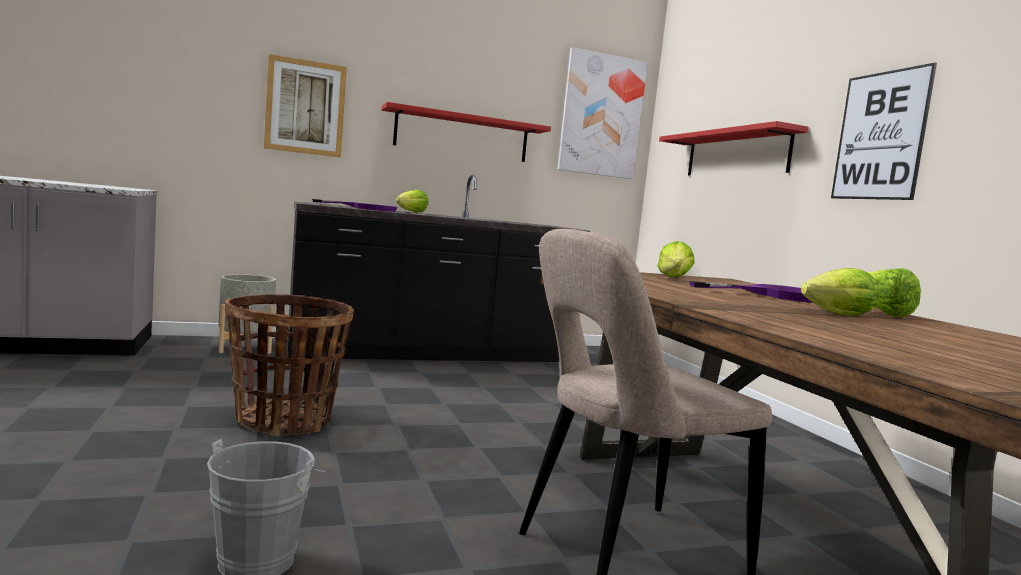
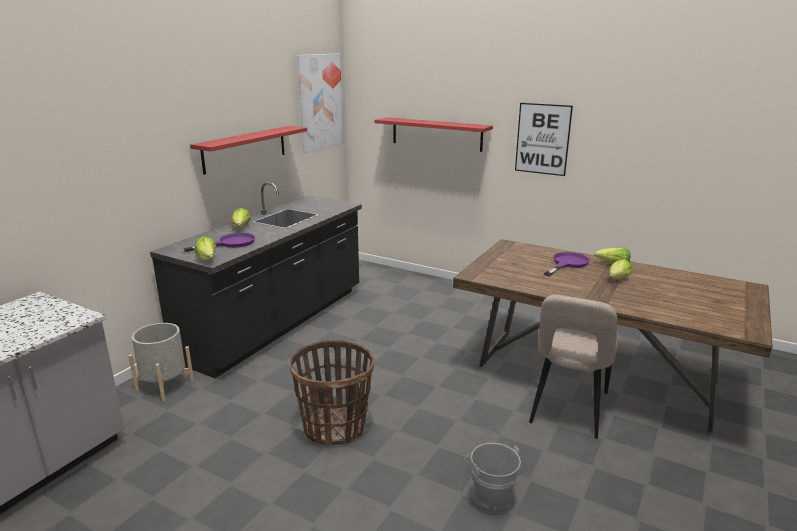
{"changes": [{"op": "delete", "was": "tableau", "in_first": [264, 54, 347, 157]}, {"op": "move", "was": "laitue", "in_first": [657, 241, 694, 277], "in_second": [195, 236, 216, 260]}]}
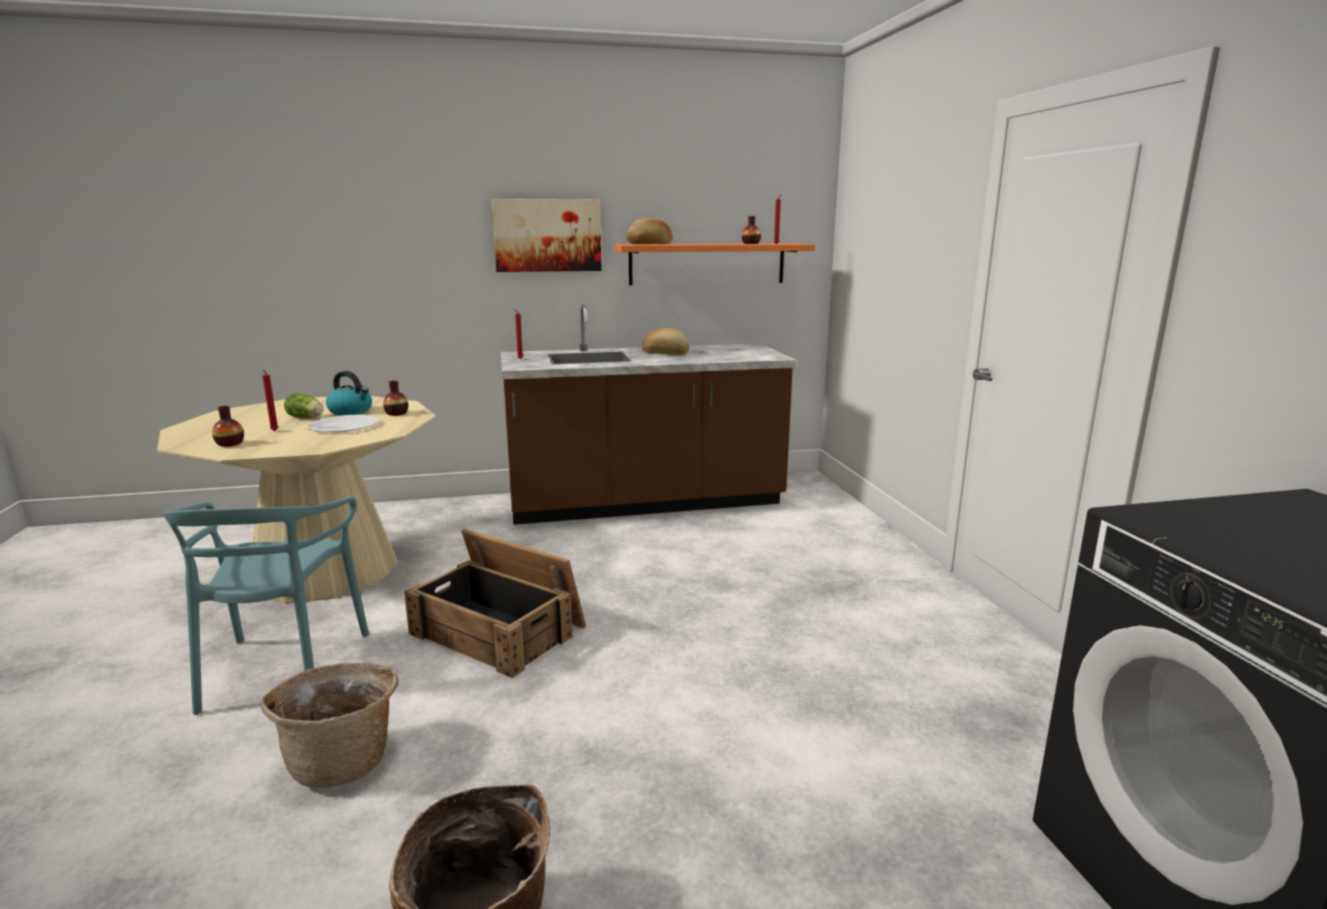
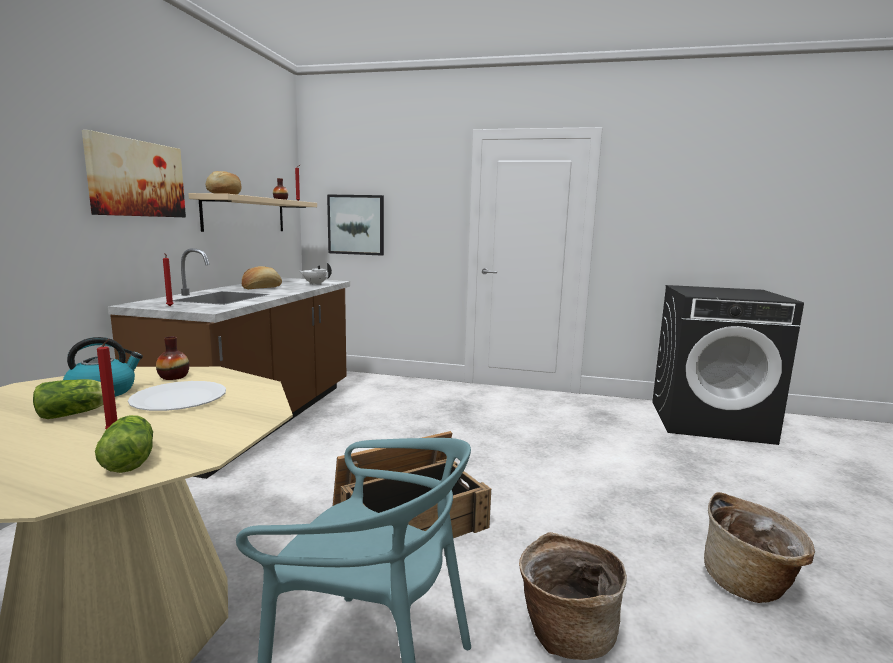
{"changes": [{"op": "replace", "was": "vase", "now": "laitue", "in_first": [212, 406, 244, 447], "in_second": [95, 415, 153, 473]}, {"op": "recolor", "was": "étagère/orange", "now": "étagère/beige", "in_first": [614, 244, 815, 285], "in_second": [188, 193, 317, 232]}, {"op": "insert", "now": "théière/blanc", "in_second": [298, 263, 332, 285]}, {"op": "insert", "now": "tableau", "in_second": [327, 195, 384, 256]}]}
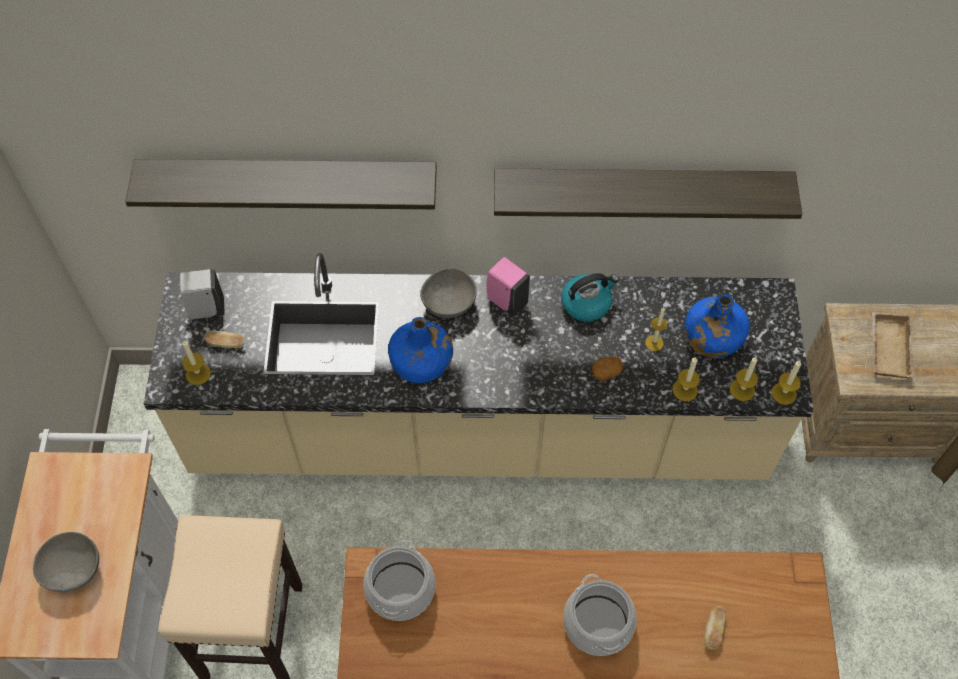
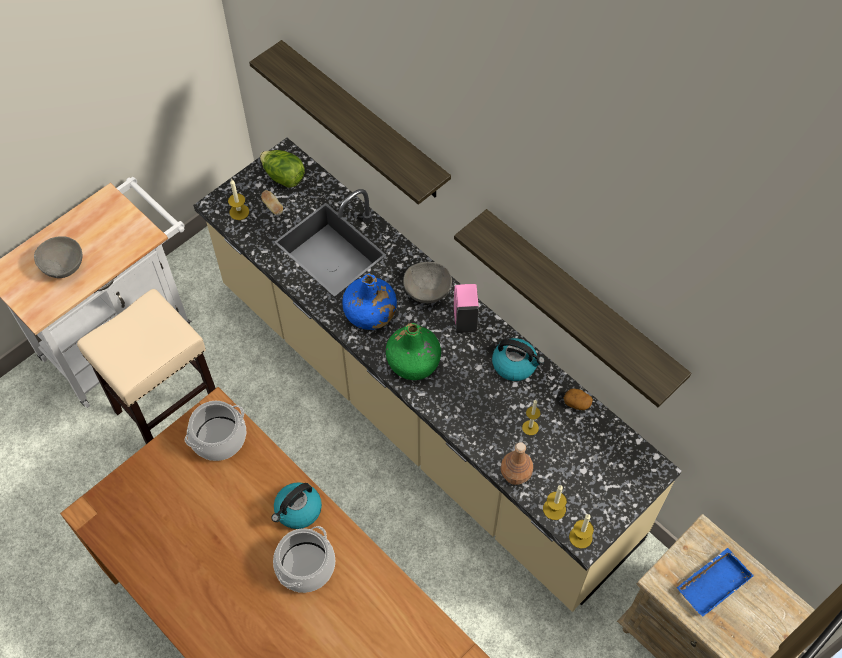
{"changes": [{"op": "replace", "was": "distributeur de savon/blanc", "now": "laitue", "in_first": [180, 269, 225, 319], "in_second": [260, 150, 305, 188]}, {"op": "move", "was": "pomme de terre", "in_first": [592, 356, 623, 381], "in_second": [564, 389, 593, 410]}, {"op": "replace", "was": "bougie", "now": "bouteille/marron", "in_first": [673, 357, 700, 401], "in_second": [501, 442, 533, 485]}, {"op": "delete", "was": "bouteille/bleu", "in_first": [685, 293, 750, 358]}, {"op": "delete", "was": "pain", "in_first": [704, 606, 726, 650]}, {"op": "recolor", "was": "plateau/beige", "now": "plateau/bleu", "in_first": [872, 312, 914, 378], "in_second": [677, 548, 754, 617]}, {"op": "insert", "now": "bouilloire", "in_second": [272, 482, 322, 529]}, {"op": "insert", "now": "bouteille/vert", "in_second": [386, 323, 441, 380]}]}
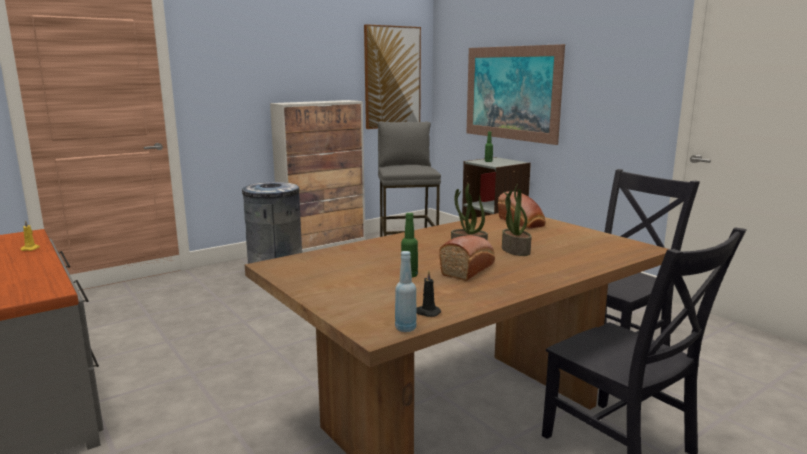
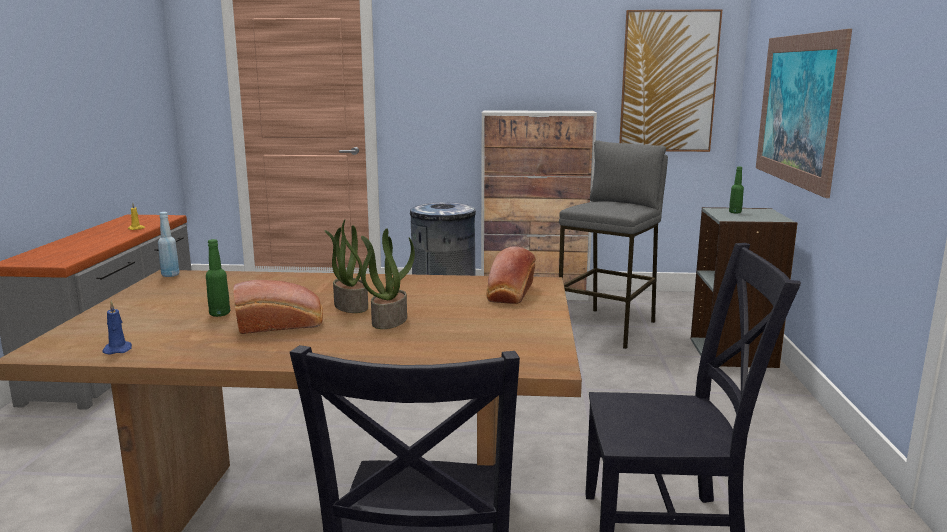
{"changes": [{"op": "move", "was": "bouteille/bleu", "in_first": [395, 251, 417, 332], "in_second": [158, 212, 179, 277]}, {"op": "recolor", "was": "bougie/noir", "now": "bougie/bleu", "in_first": [416, 271, 441, 317], "in_second": [102, 301, 132, 355]}]}
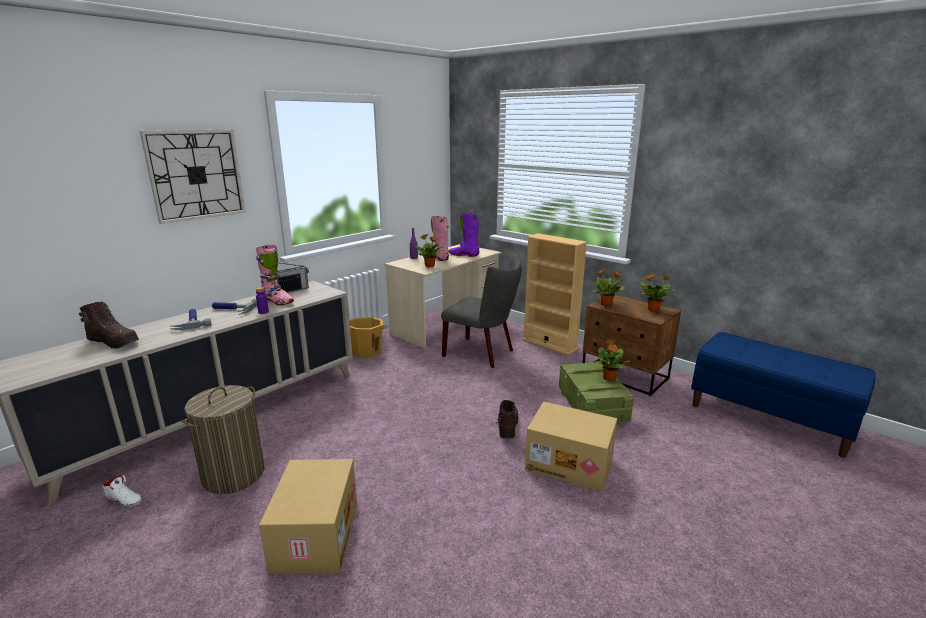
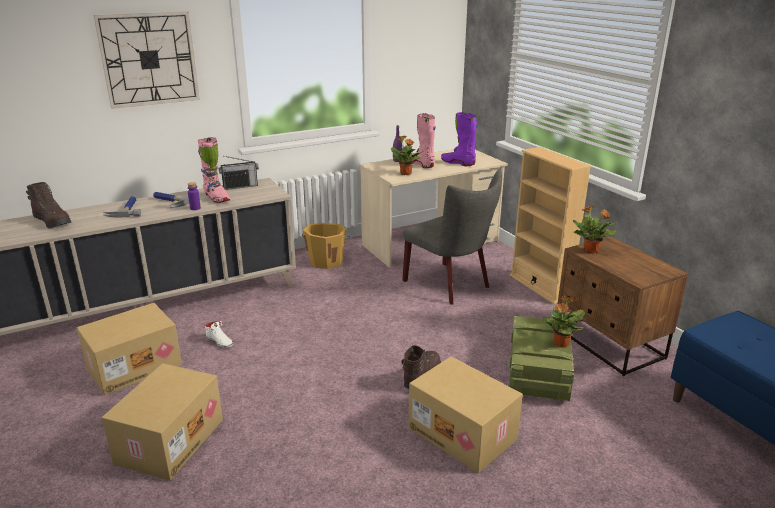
{"changes": [{"op": "move", "was": "chaussure/blanc", "in_first": [103, 475, 142, 507], "in_second": [205, 321, 233, 348]}, {"op": "replace", "was": "panier à linge", "now": "carton", "in_first": [181, 385, 265, 494], "in_second": [77, 303, 182, 395]}, {"op": "delete", "was": "plante en pot", "in_first": [640, 273, 674, 312]}]}
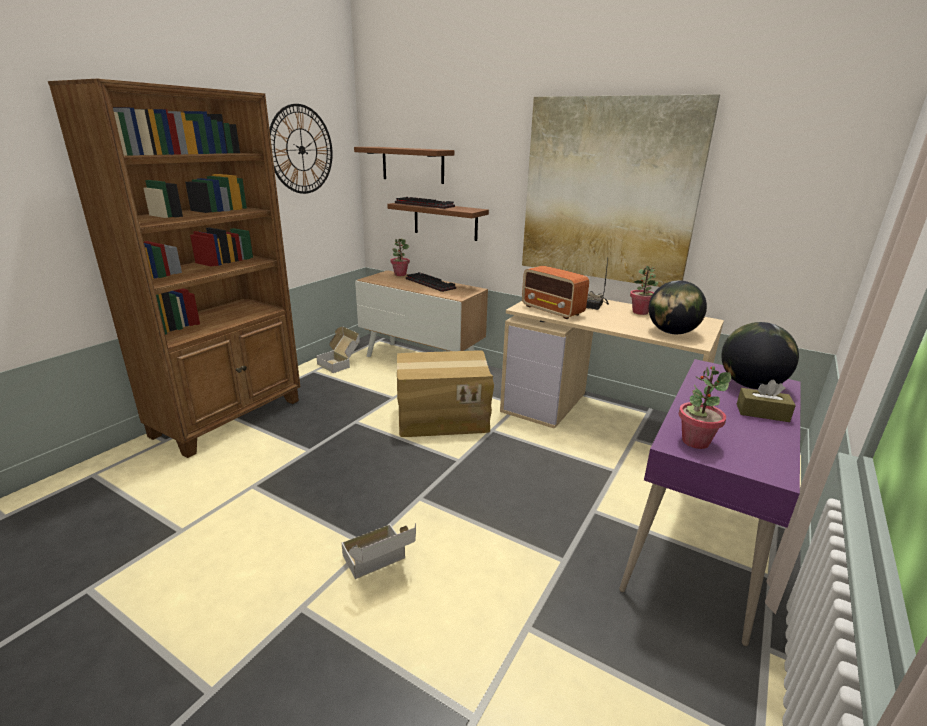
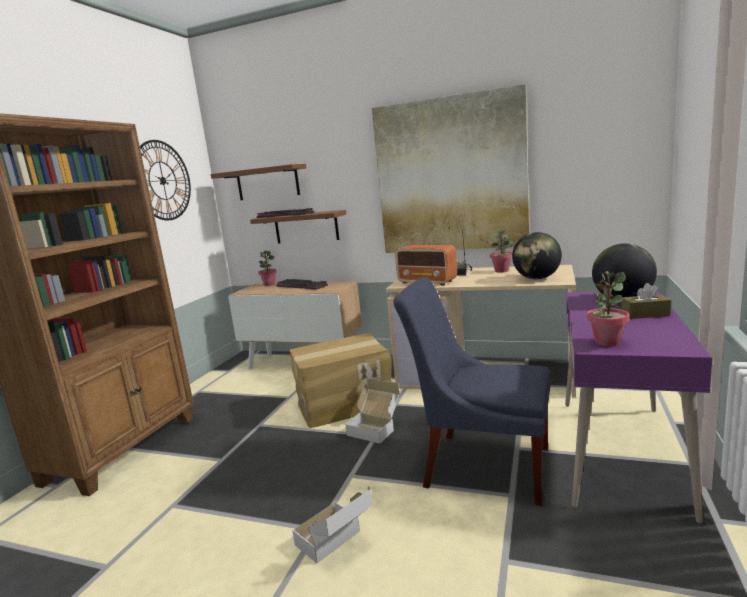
{"changes": [{"op": "move", "was": "carton", "in_first": [316, 327, 360, 373], "in_second": [345, 378, 400, 444]}, {"op": "insert", "now": "chaise/bleu", "in_second": [394, 277, 550, 506]}]}
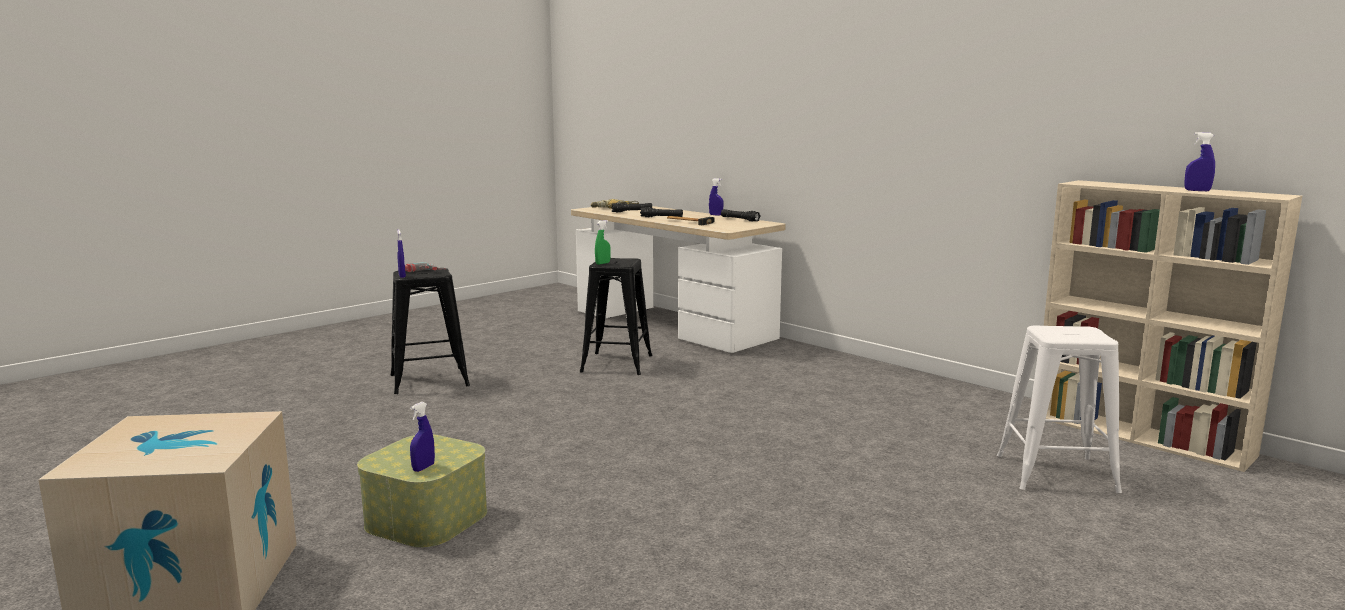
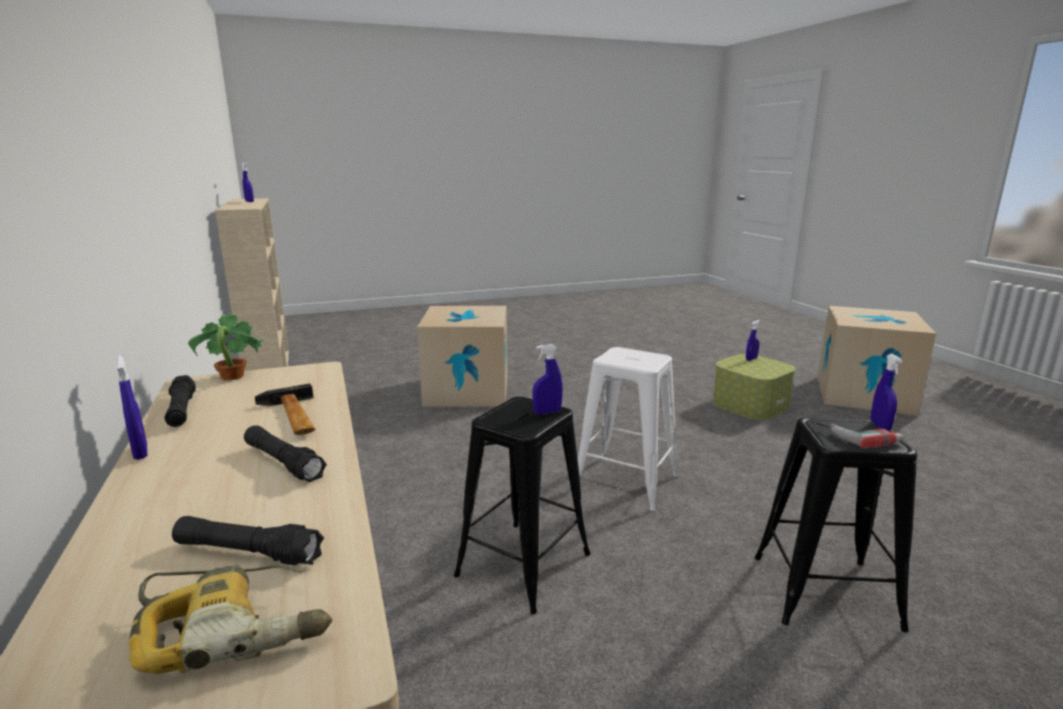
{"changes": [{"op": "recolor", "was": "vaporisateur/vert", "now": "vaporisateur/bleu", "in_first": [595, 220, 611, 265], "in_second": [532, 344, 563, 414]}, {"op": "move", "was": "tabouret/blanc", "in_first": [997, 325, 1122, 493], "in_second": [578, 347, 678, 511]}, {"op": "insert", "now": "plante en pot", "in_second": [188, 313, 265, 380]}, {"op": "insert", "now": "carton", "in_second": [417, 306, 507, 407]}]}
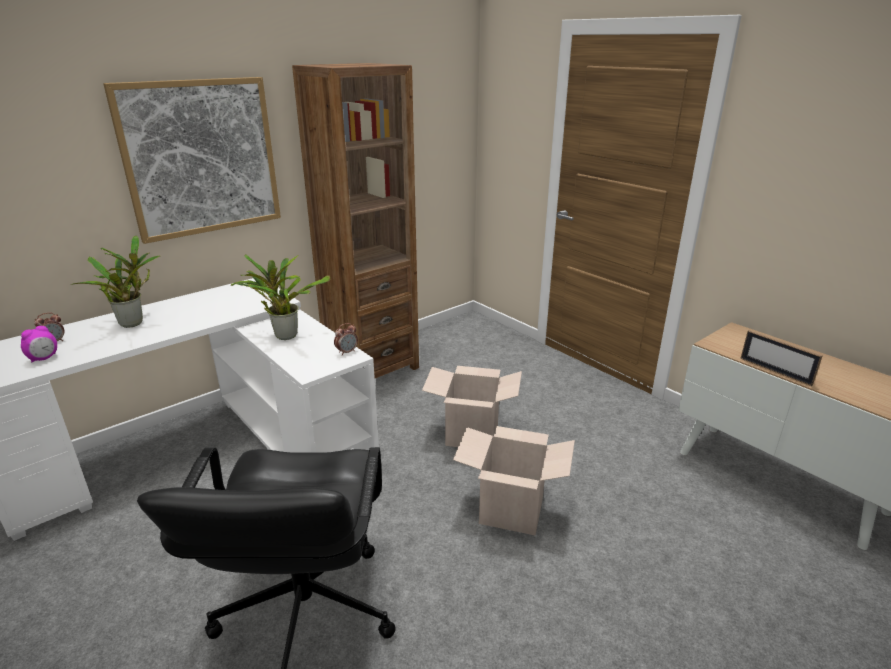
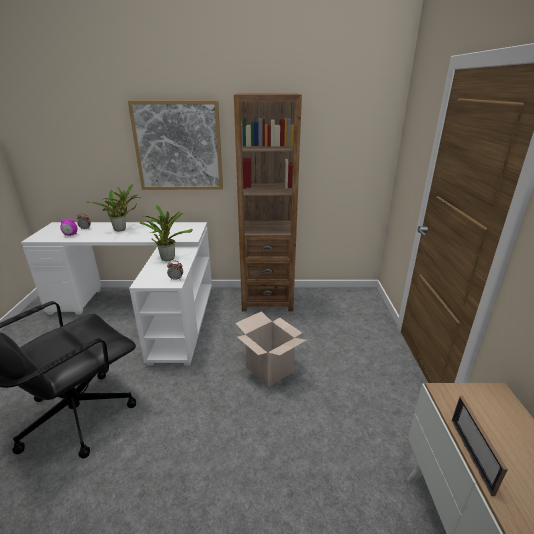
{"changes": [{"op": "delete", "was": "carton", "in_first": [453, 426, 575, 536]}]}
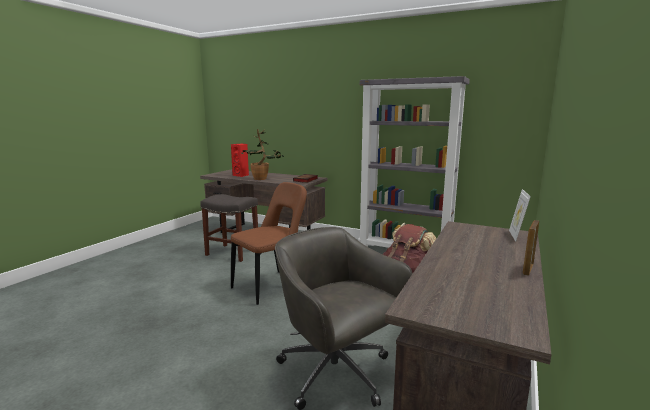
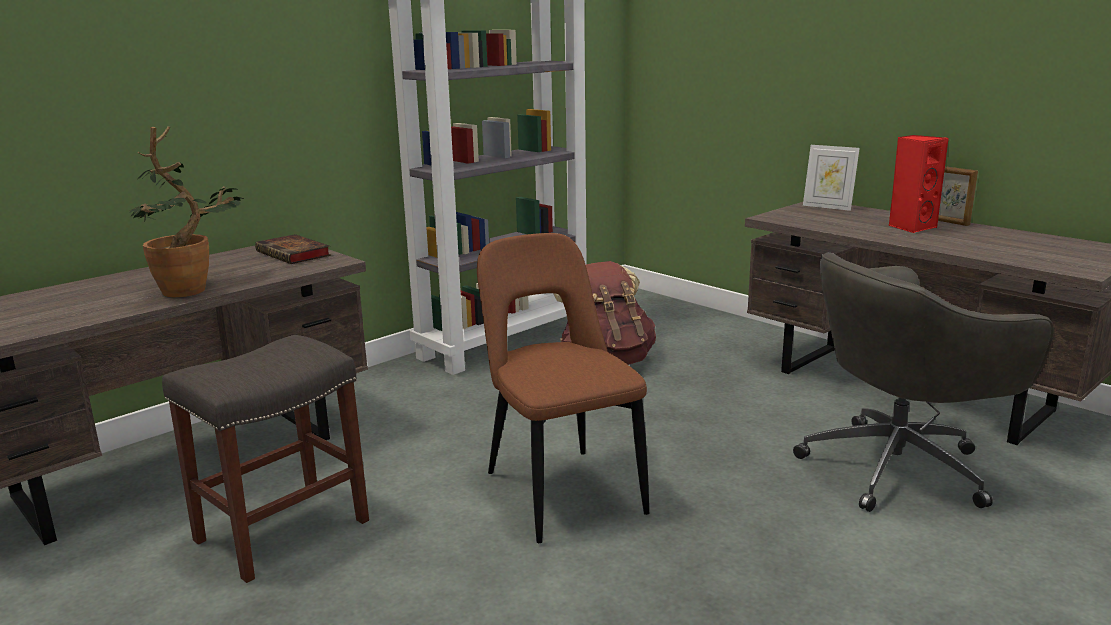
{"changes": [{"op": "move", "was": "enceinte/rouge", "in_first": [231, 144, 249, 177], "in_second": [889, 135, 949, 233]}]}
